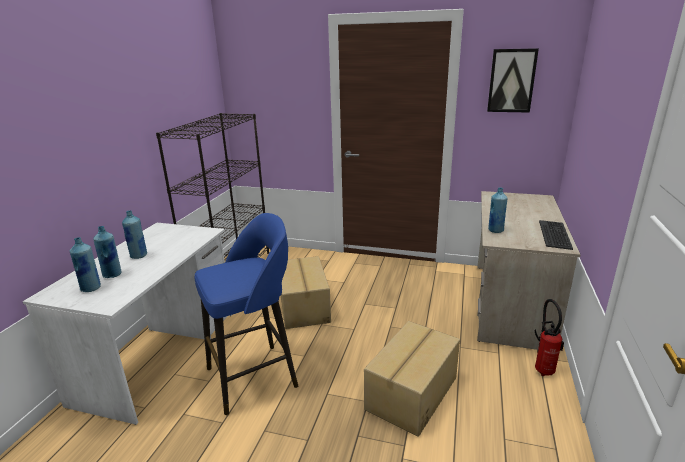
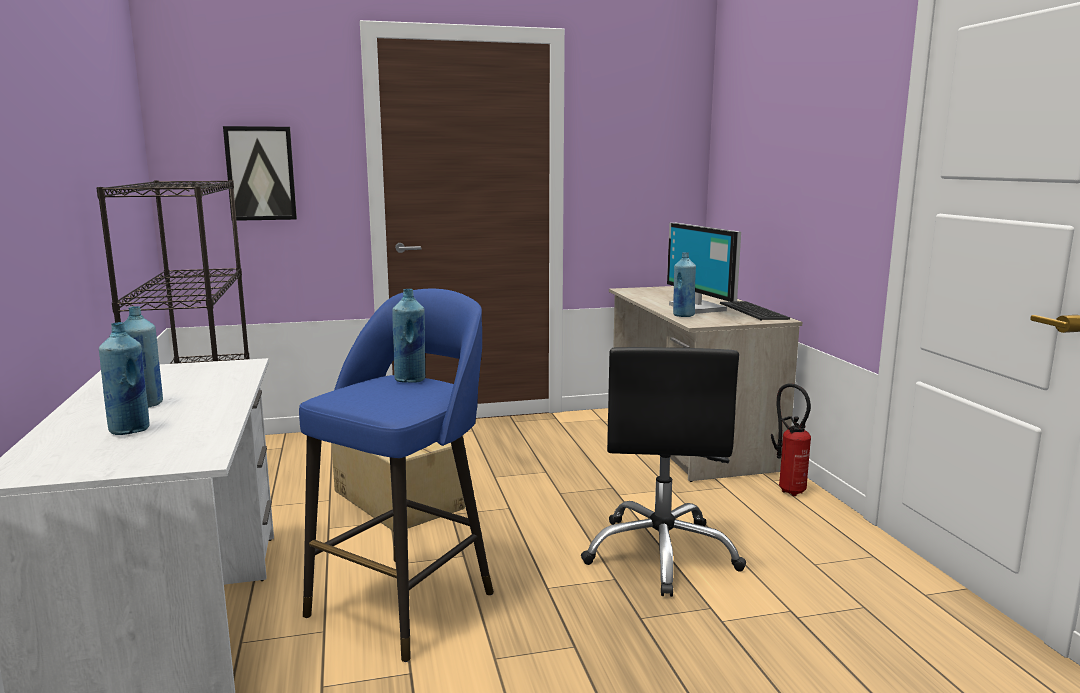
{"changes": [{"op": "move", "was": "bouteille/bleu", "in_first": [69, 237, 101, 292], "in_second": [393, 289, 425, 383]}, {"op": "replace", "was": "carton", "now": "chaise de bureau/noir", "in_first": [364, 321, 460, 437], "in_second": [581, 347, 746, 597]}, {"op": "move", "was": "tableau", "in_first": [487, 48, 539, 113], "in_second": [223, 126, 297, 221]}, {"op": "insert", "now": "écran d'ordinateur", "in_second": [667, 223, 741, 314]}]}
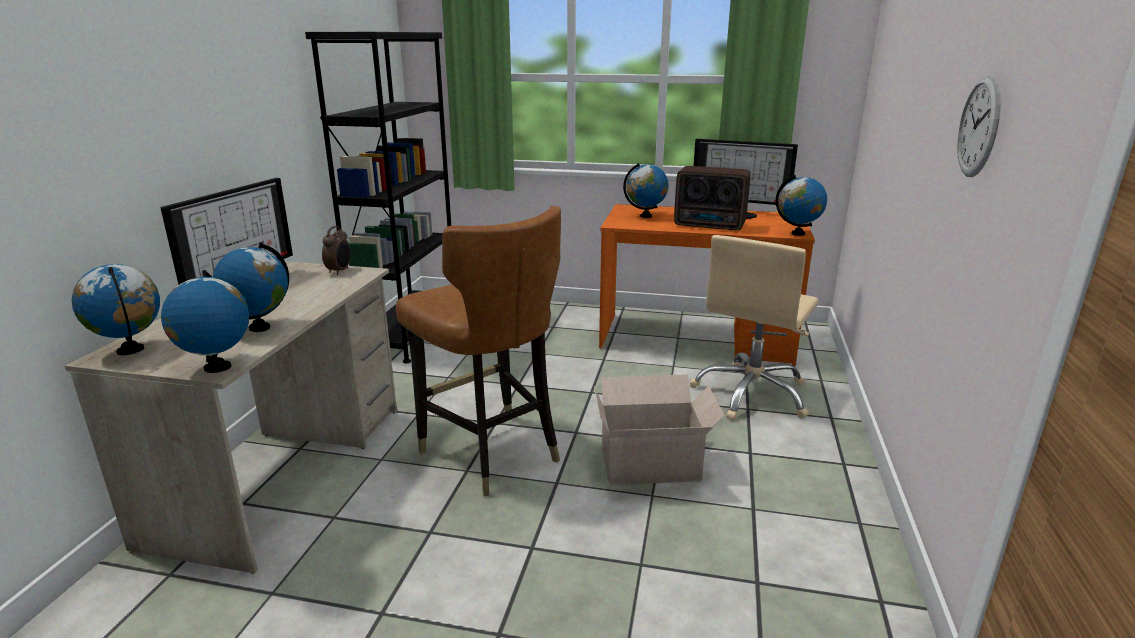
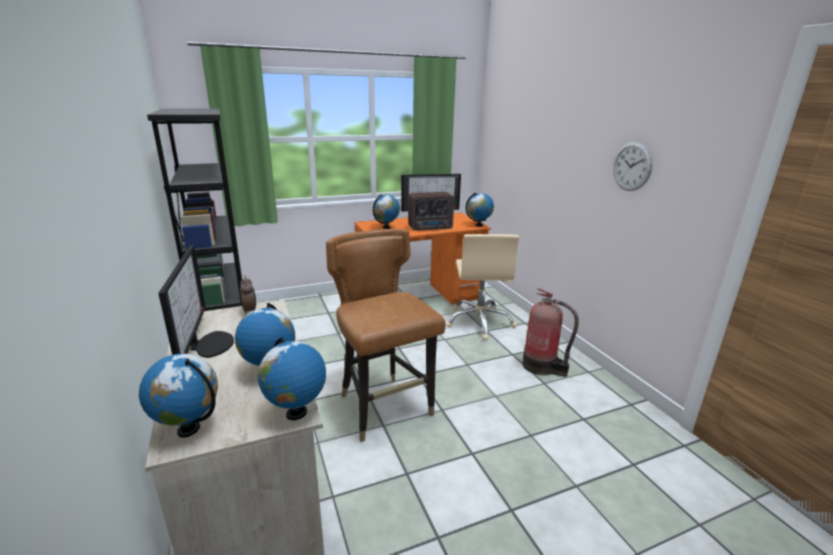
{"changes": [{"op": "rotate", "was": "chaise/marron", "in_first": [396, 206, 561, 496], "in_second": [326, 229, 445, 442], "clockwise": -135}, {"op": "delete", "was": "carton", "in_first": [594, 374, 725, 485]}, {"op": "insert", "now": "extincteur", "in_second": [522, 288, 579, 377]}]}
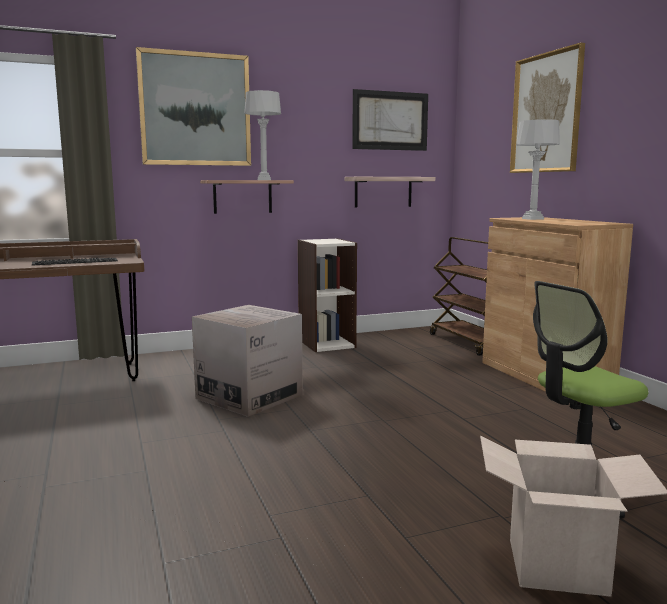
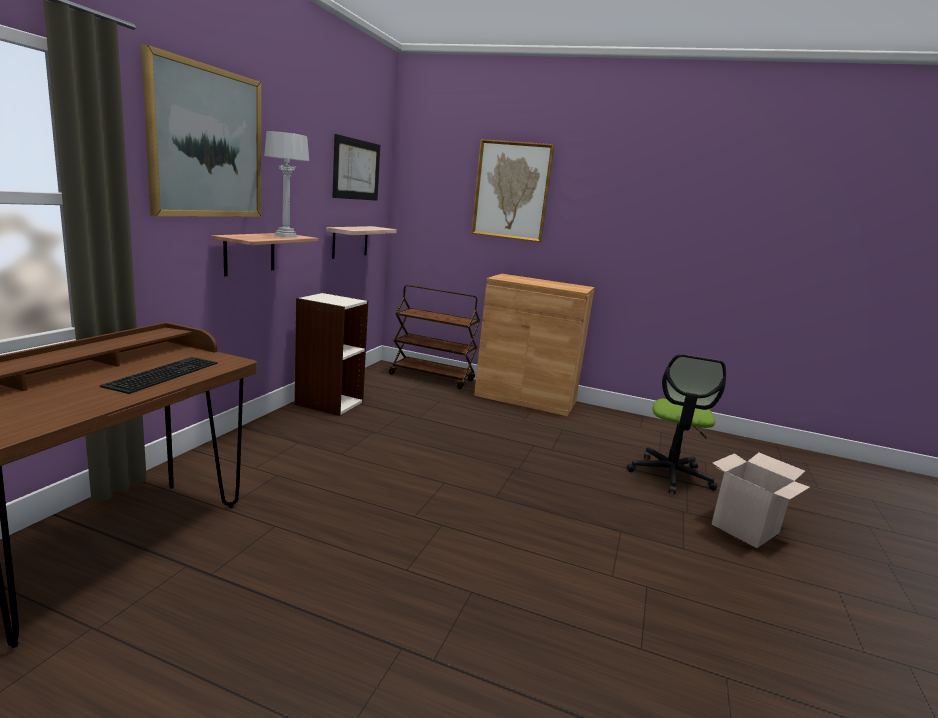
{"changes": [{"op": "delete", "was": "carton", "in_first": [192, 305, 303, 417]}, {"op": "delete", "was": "lampe de table/gris", "in_first": [516, 119, 560, 220]}]}
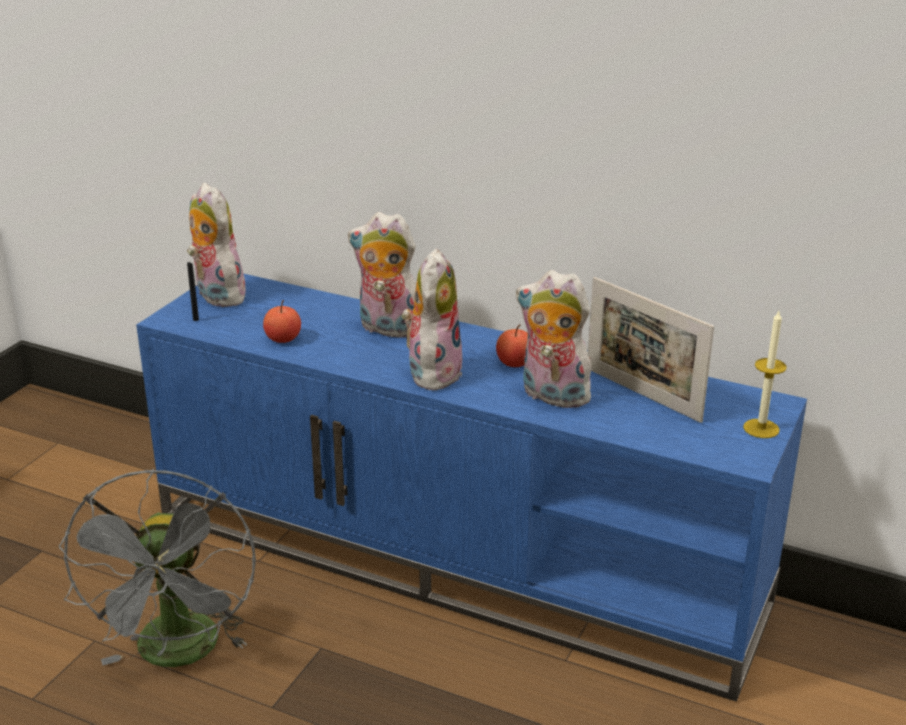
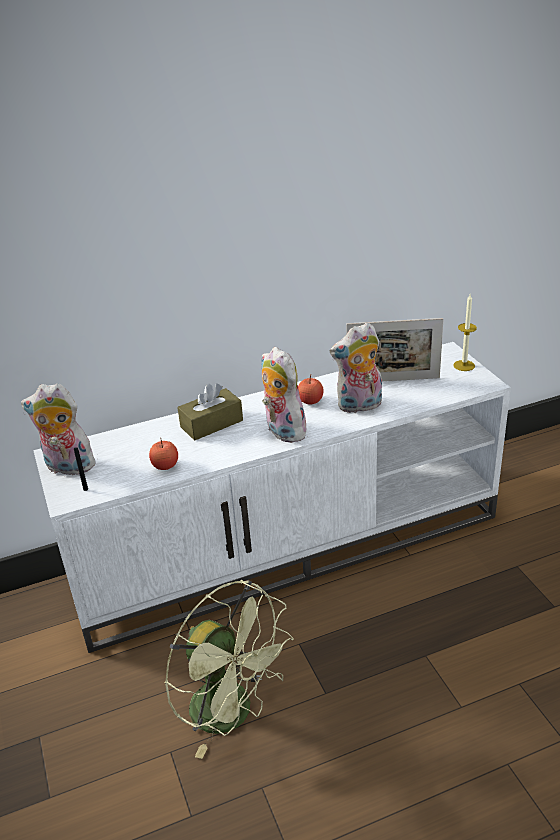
{"changes": [{"op": "recolor", "was": "ventilateur/gris", "now": "ventilateur/vert", "in_first": [58, 469, 256, 667], "in_second": [165, 580, 294, 759]}, {"op": "recolor", "was": "meuble télé/bleu", "now": "meuble télé/blanc", "in_first": [136, 274, 807, 701], "in_second": [33, 342, 511, 653]}, {"op": "replace", "was": "peluche", "now": "boîte à mouchoirs/marron", "in_first": [348, 212, 416, 340], "in_second": [177, 383, 243, 440]}]}
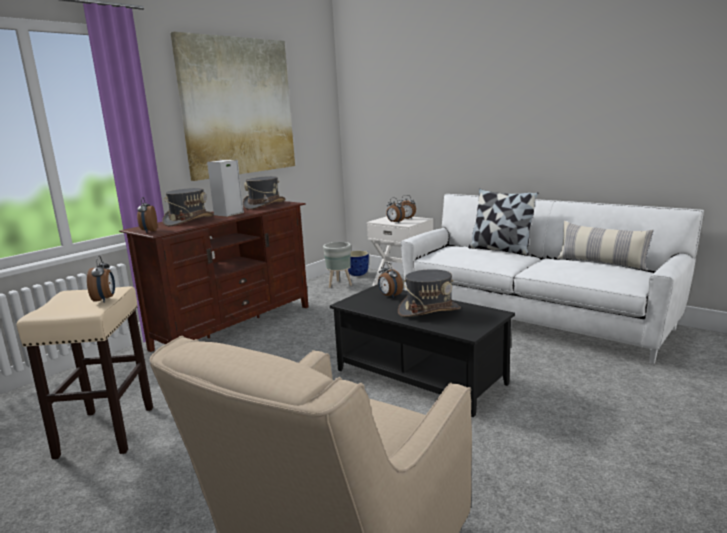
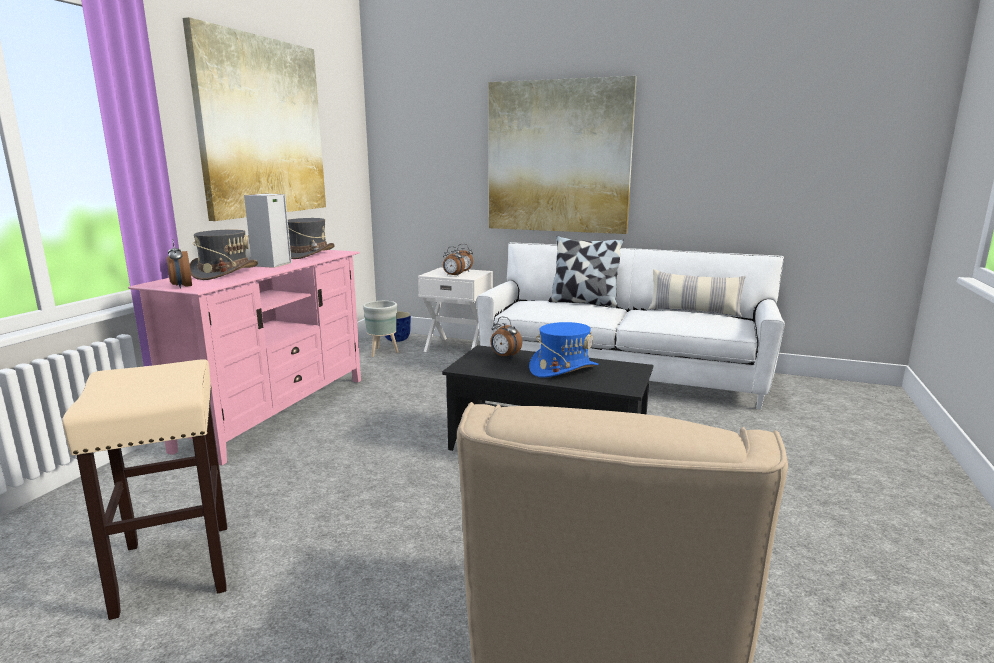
{"changes": [{"op": "delete", "was": "réveil", "in_first": [87, 256, 115, 303]}, {"op": "recolor", "was": "meuble télé/marron", "now": "meuble télé/rose", "in_first": [119, 201, 309, 352], "in_second": [128, 250, 361, 465]}, {"op": "recolor", "was": "chapeau/gris", "now": "chapeau/bleu", "in_first": [398, 269, 461, 317], "in_second": [529, 322, 598, 378]}, {"op": "insert", "now": "tableau", "in_second": [489, 76, 637, 234]}]}
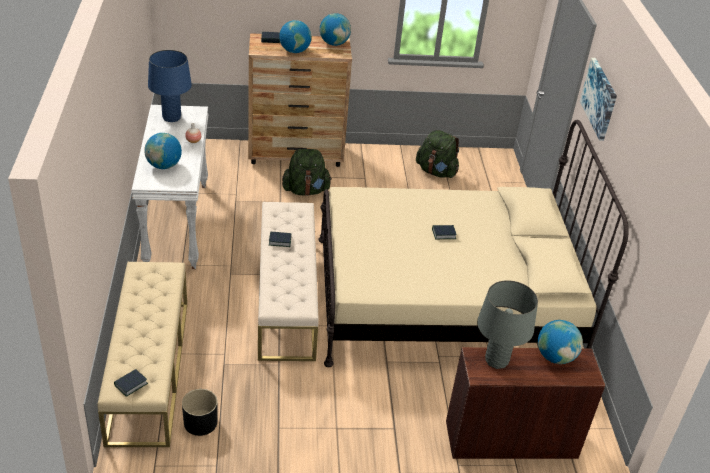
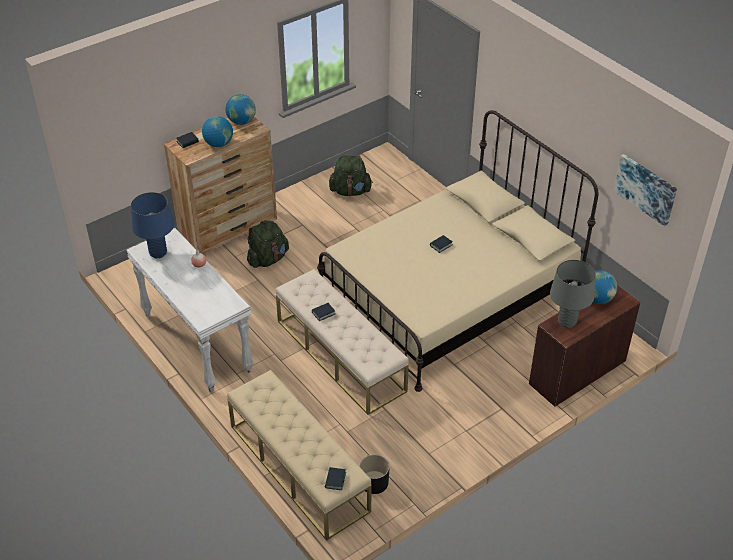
{"changes": [{"op": "delete", "was": "globe", "in_first": [144, 133, 182, 169]}, {"op": "move", "was": "tableau", "in_first": [580, 58, 617, 141], "in_second": [614, 154, 677, 226]}]}
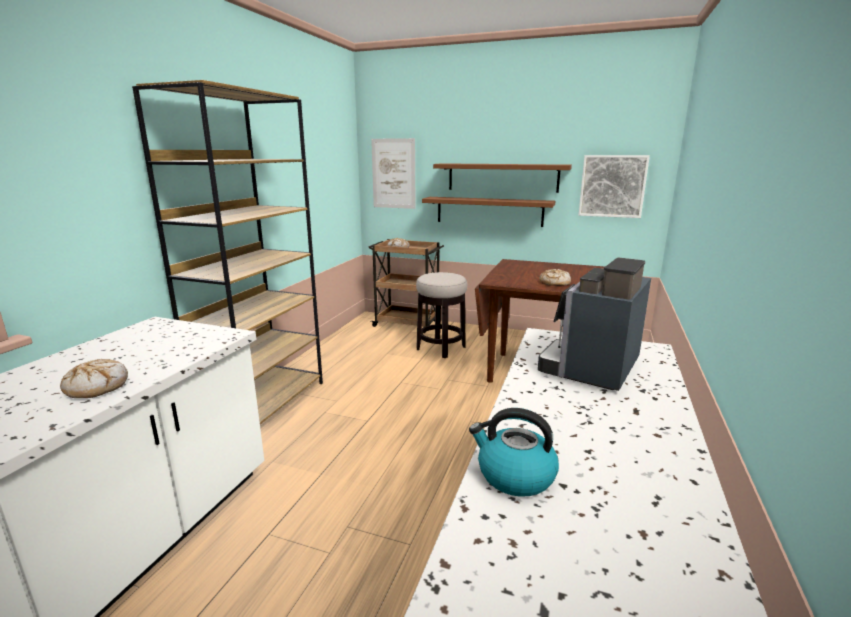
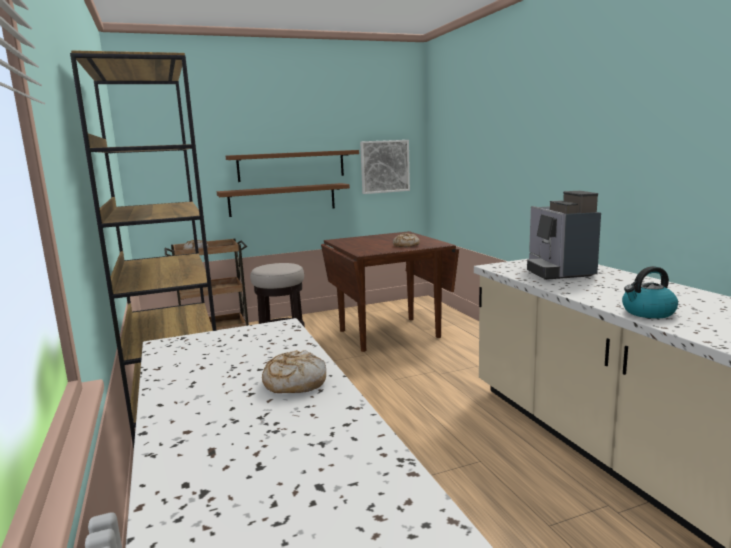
{"changes": [{"op": "delete", "was": "tableau", "in_first": [371, 138, 416, 209]}]}
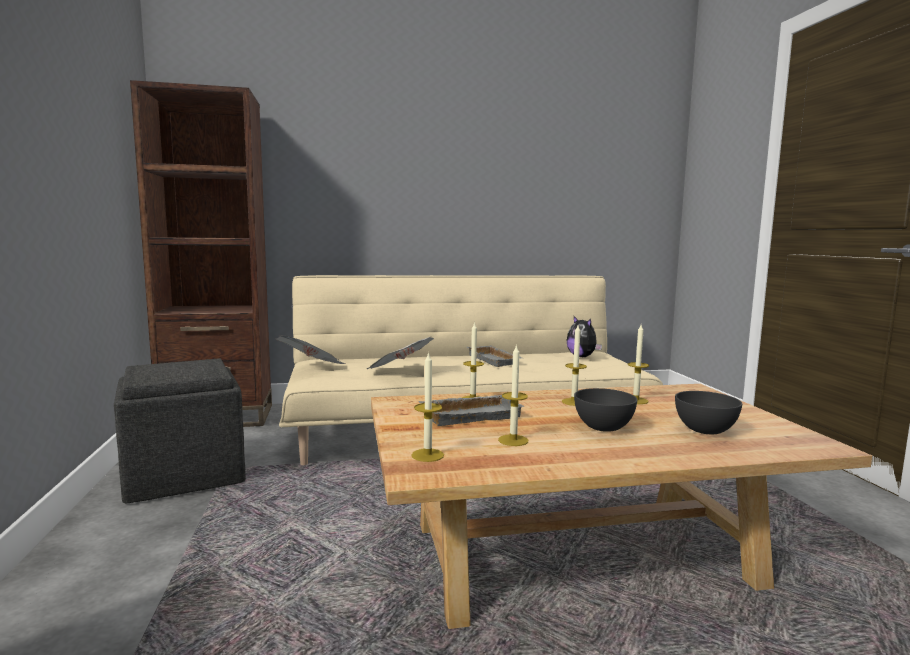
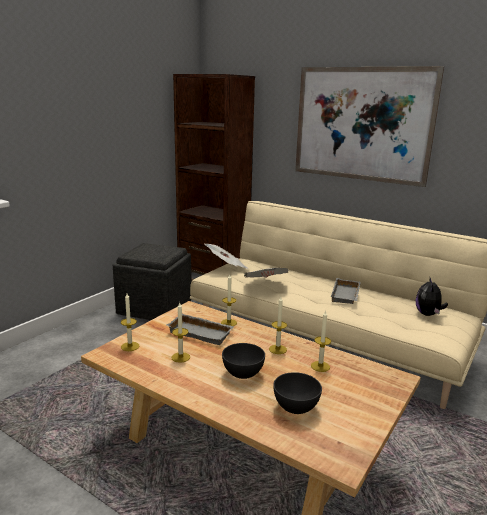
{"changes": [{"op": "insert", "now": "tableau", "in_second": [295, 66, 444, 187]}]}
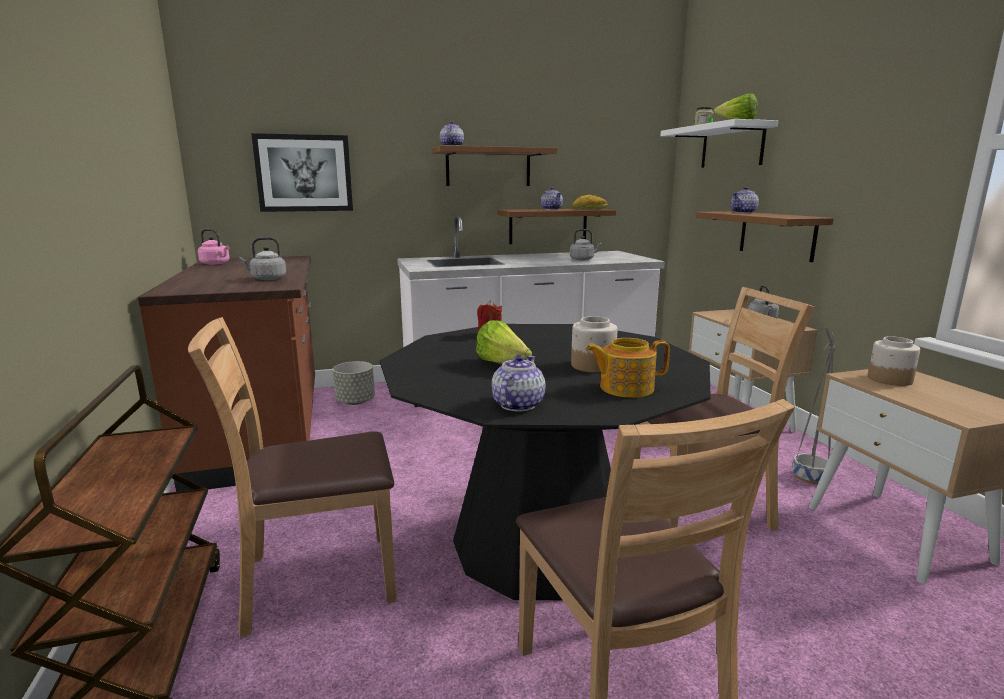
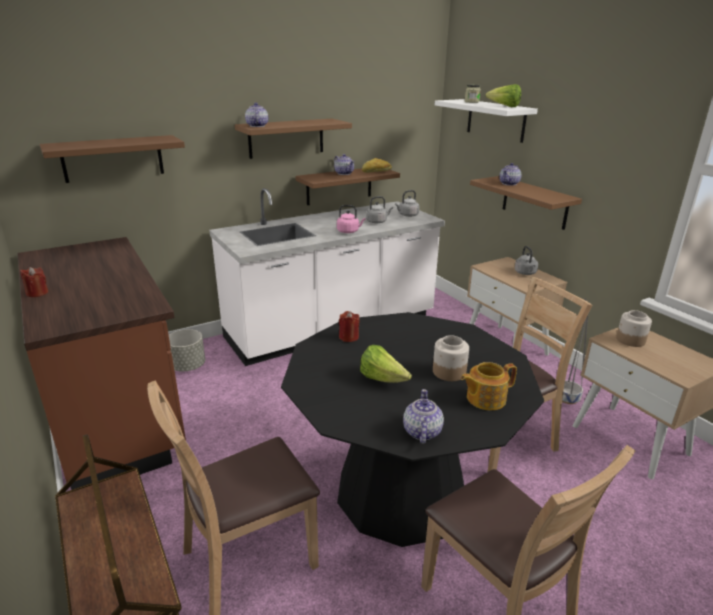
{"changes": [{"op": "move", "was": "bouilloire/rose", "in_first": [198, 229, 230, 265], "in_second": [337, 205, 365, 233]}, {"op": "move", "was": "bouilloire/gris", "in_first": [239, 237, 286, 280], "in_second": [395, 190, 420, 217]}, {"op": "replace", "was": "tableau", "now": "étagère/marron", "in_first": [251, 133, 353, 212], "in_second": [40, 135, 185, 183]}, {"op": "insert", "now": "bougie/rouge", "in_second": [20, 267, 48, 297]}]}
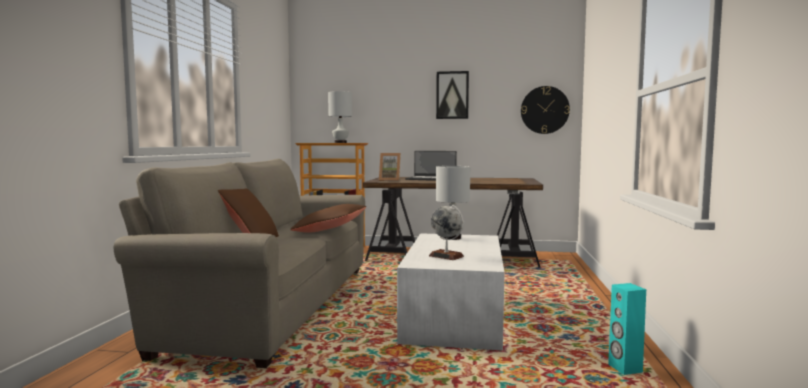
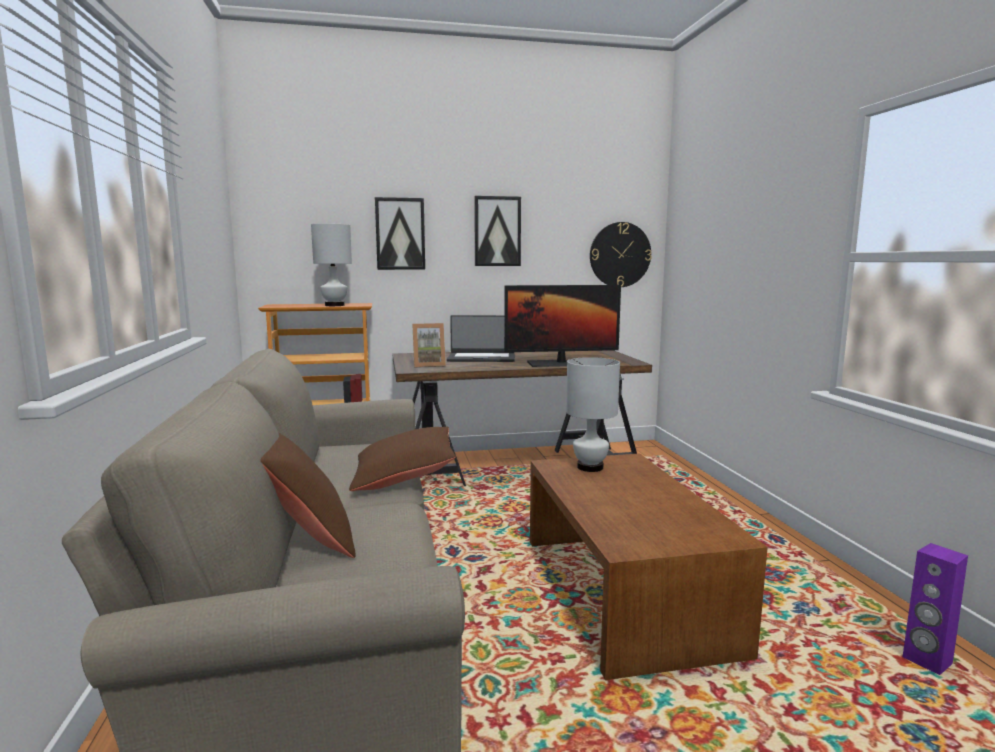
{"changes": [{"op": "recolor", "was": "table basse/blanc", "now": "table basse/marron", "in_first": [397, 233, 505, 351], "in_second": [530, 454, 768, 680]}, {"op": "delete", "was": "globe", "in_first": [429, 205, 464, 260]}, {"op": "recolor", "was": "enceinte/turquoise", "now": "enceinte/violet", "in_first": [608, 283, 646, 375], "in_second": [903, 543, 968, 675]}, {"op": "insert", "now": "tableau", "in_second": [375, 197, 425, 270]}, {"op": "insert", "now": "écran d'ordinateur", "in_second": [504, 285, 621, 367]}]}
